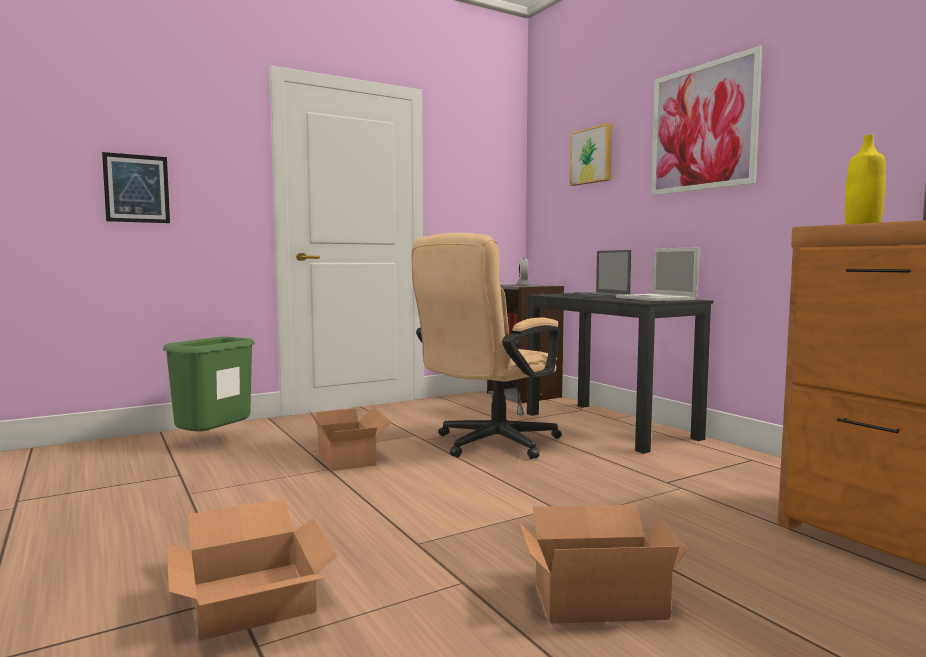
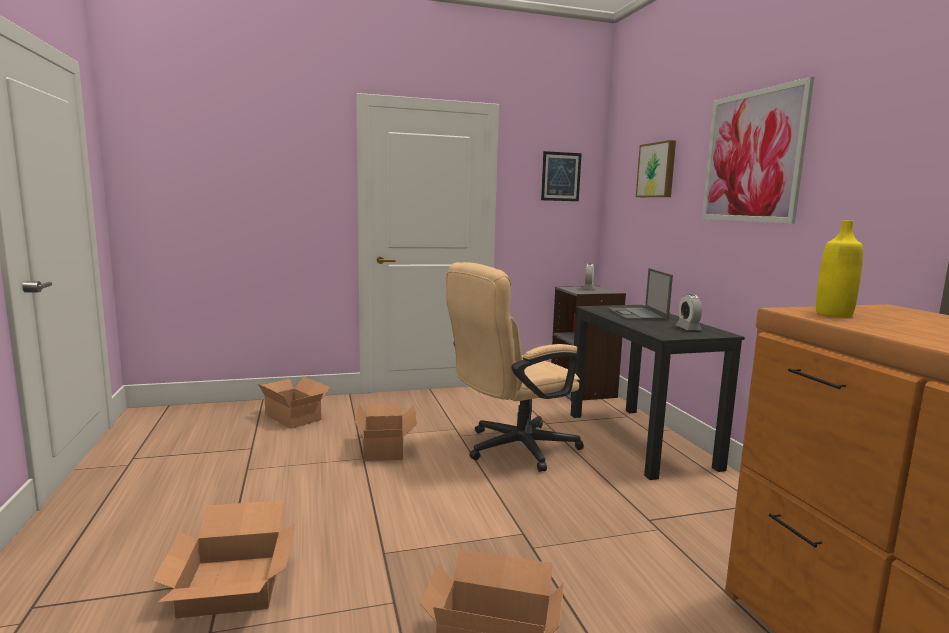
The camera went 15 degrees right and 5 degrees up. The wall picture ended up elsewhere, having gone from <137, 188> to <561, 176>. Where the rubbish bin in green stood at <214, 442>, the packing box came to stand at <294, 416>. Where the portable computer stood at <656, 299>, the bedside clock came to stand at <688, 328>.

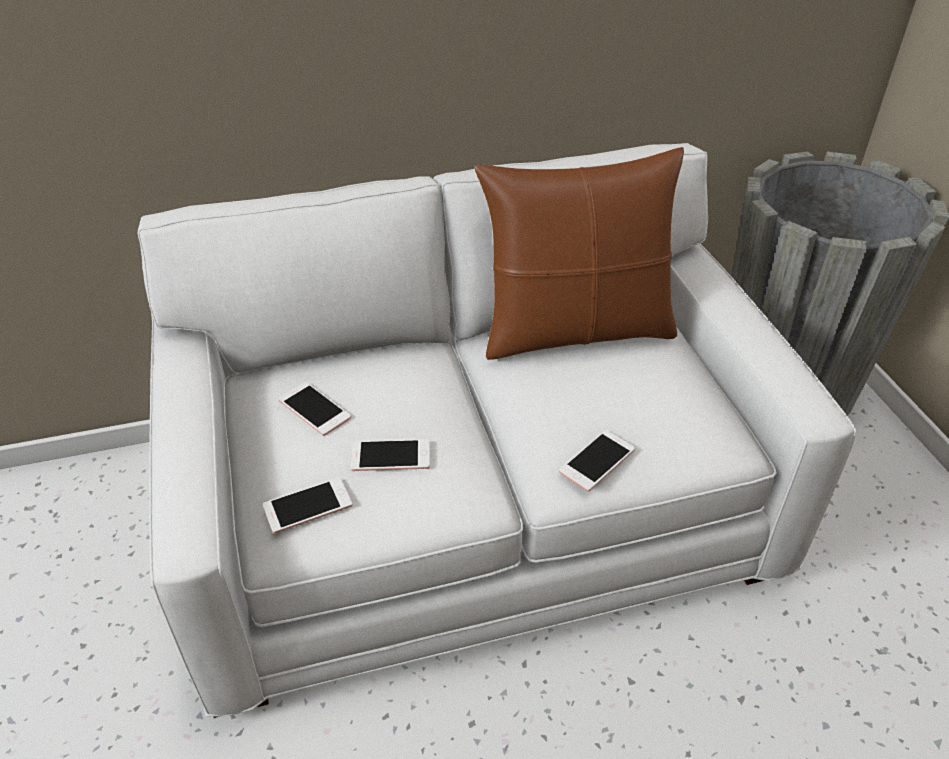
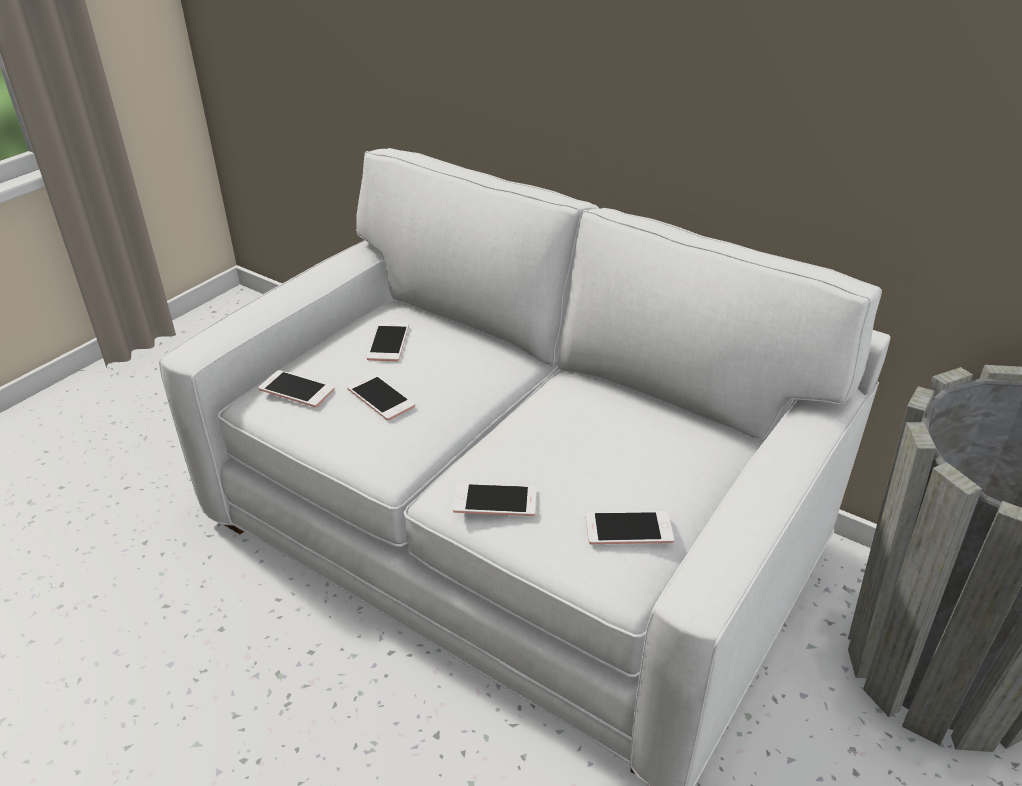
The camera went 50 degrees right and 5 degrees down. The second view lost the cushion in brownish at <575, 331>. The second view gained the phone at <629, 529>.

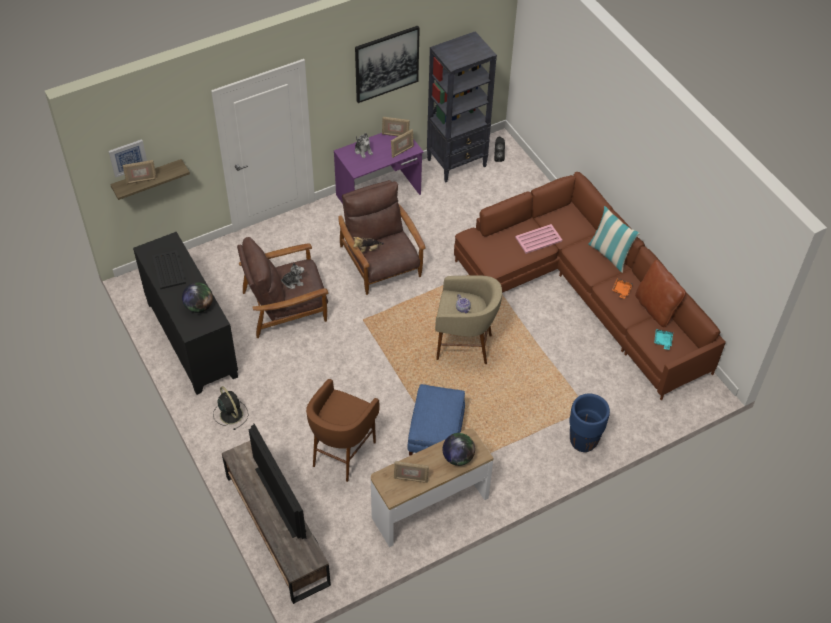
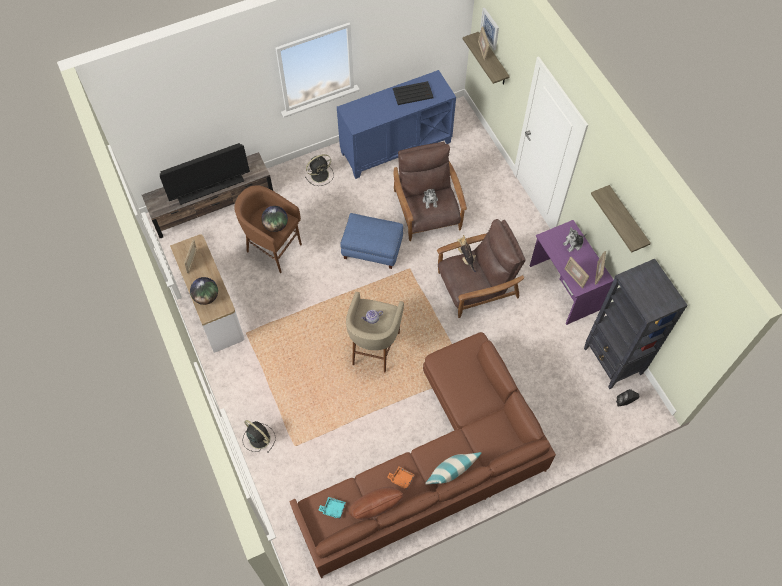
The camera went 95 degrees right and 10 degrees up. The second view lost the serving tray in pink-coloured at <539, 239>. The globe ended up elsewhere, having gone from <199, 307> to <276, 225>. The footrest in bluish ended up elsewhere, having gone from <436, 433> to <372, 249>. Where the wall picture hung at <386, 63>, the shelf came to hang at <627, 219>. Where the plant pot in bluish stood at <583, 441>, the electric fan in black-coloured came to stand at <258, 438>. What was the cupboard in black-coloured at <191, 339> turned into the cupboard in bluish at <396, 147>.

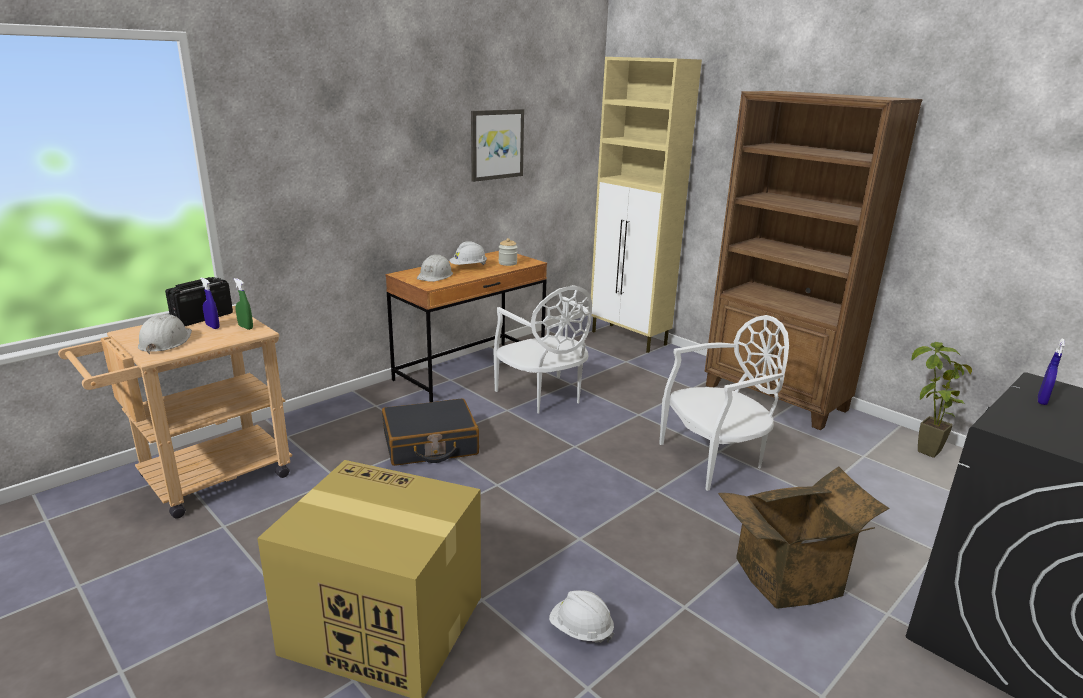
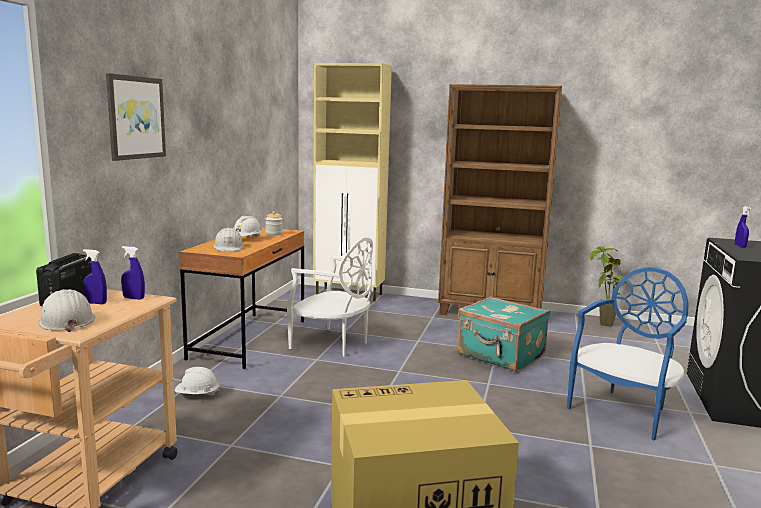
The camera went 30 degrees left and 10 degrees down. The second view lost the suitcase in black-coloured at <430, 445>. The wall picture ended up elsewhere, having gone from <496, 144> to <135, 117>. The work helmet in white ended up elsewhere, having gone from <580, 630> to <197, 395>. Where the plain chair in white stood at <715, 459>, the suitcase in turquoise-coloured came to stand at <500, 356>. Where the packing box stood at <788, 580>, the plain chair in bluish came to stand at <624, 411>. What was the sprayer in green at <245, 327> turned into the sprayer in bluish at <133, 298>.

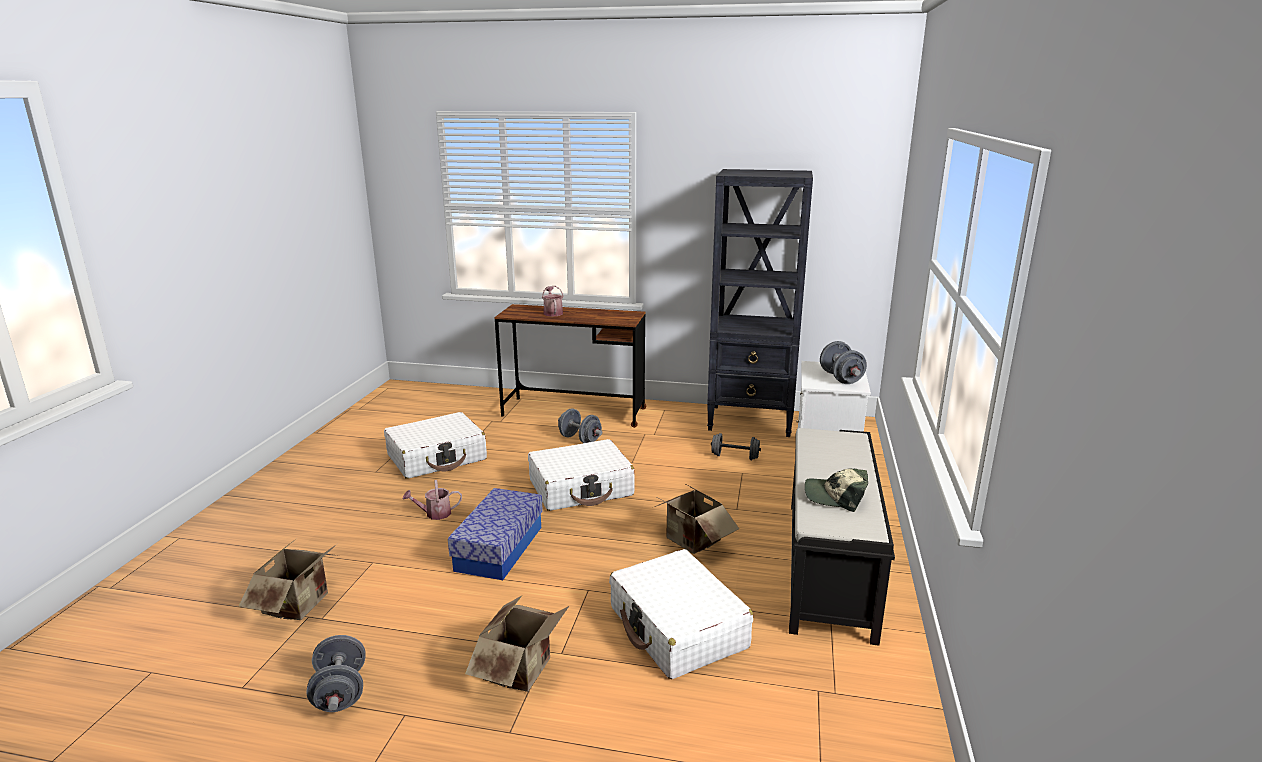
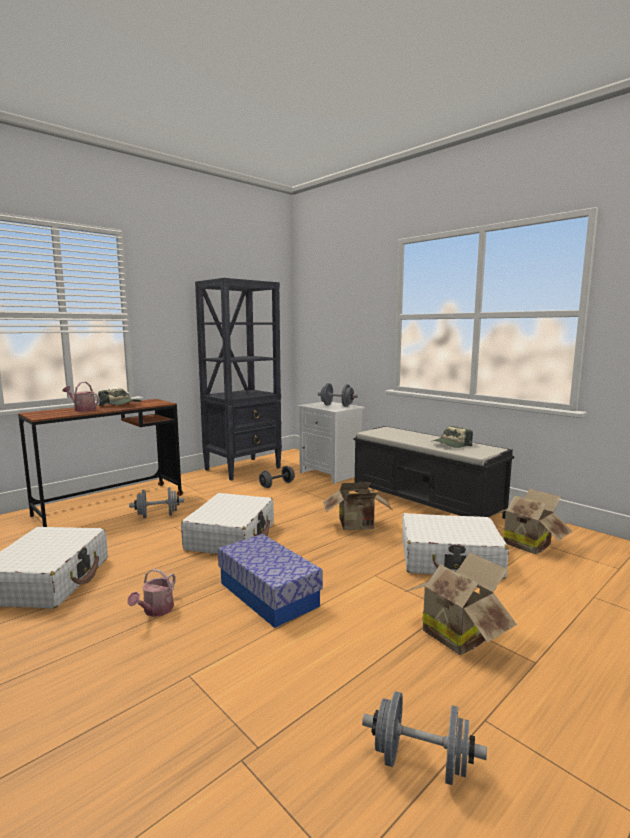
The camera went 55 degrees left and 10 degrees down. The second view gained the baseball cap at <121, 405>. The packing box ended up elsewhere, having gone from <301, 604> to <527, 543>.

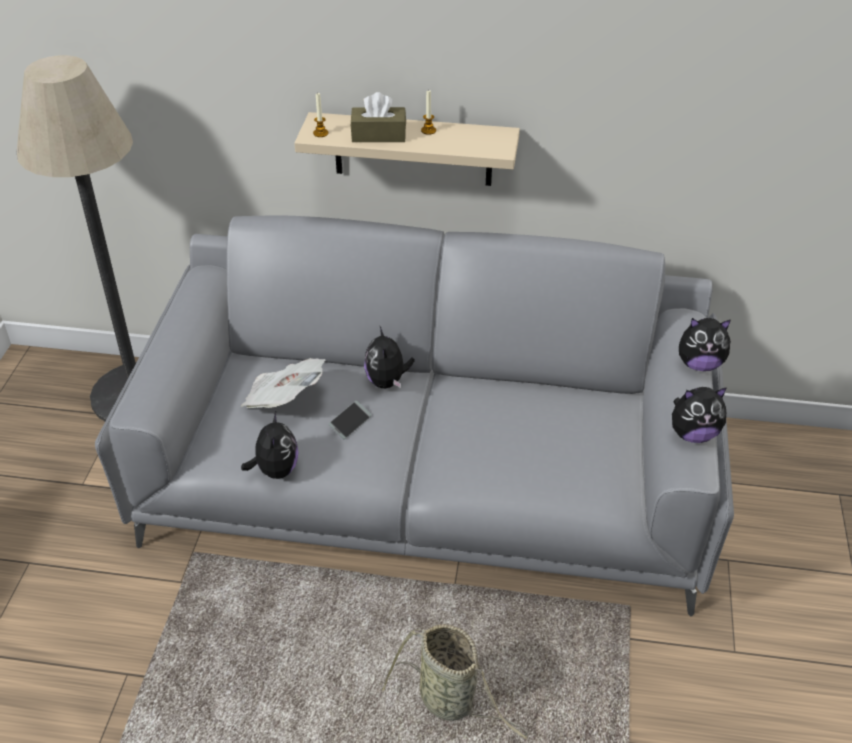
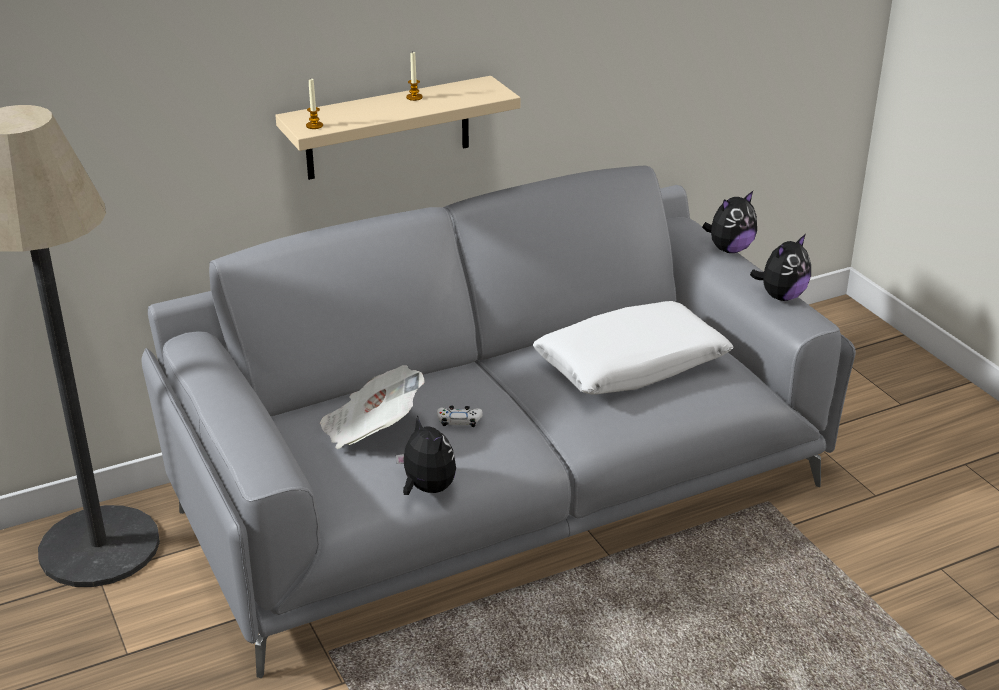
The camera went 35 degrees left and 10 degrees down. The second view lost the tissue box in brownish at <378, 135>. The second view lost the cuddly toy at <387, 382>. The second view lost the basket at <450, 702>. The second view gained the cushion in white at <631, 365>. Where the phone stood at <350, 423>, the joypad in white came to stand at <459, 421>.

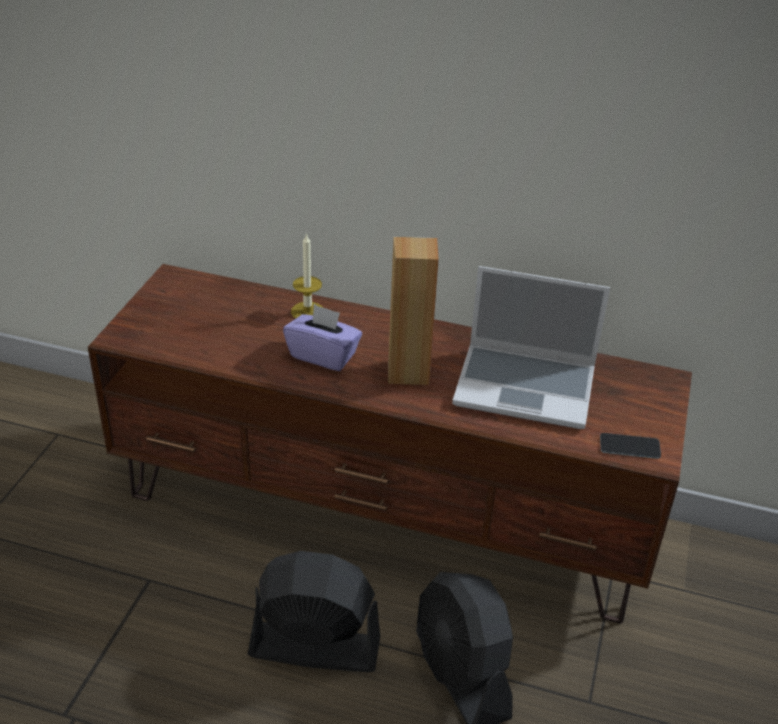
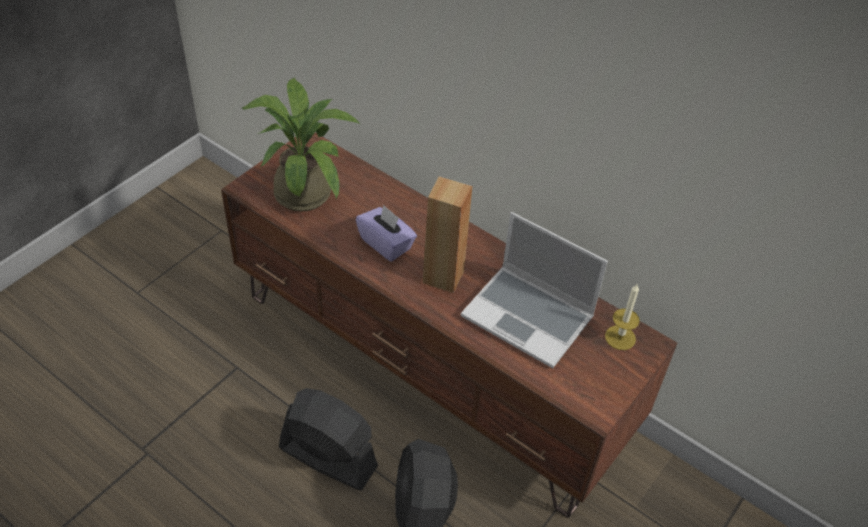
The camera went 20 degrees right and 10 degrees up. The second view lost the phone at <629, 446>. The second view gained the potted plant at <304, 189>. The wax candle ended up elsewhere, having gone from <307, 311> to <620, 337>.

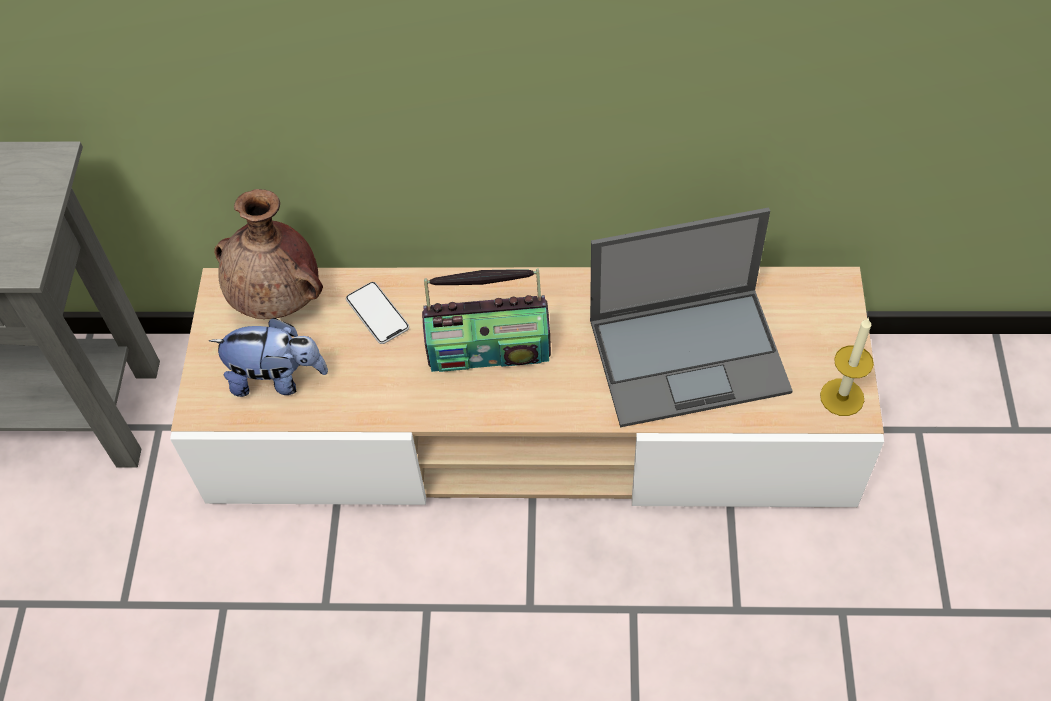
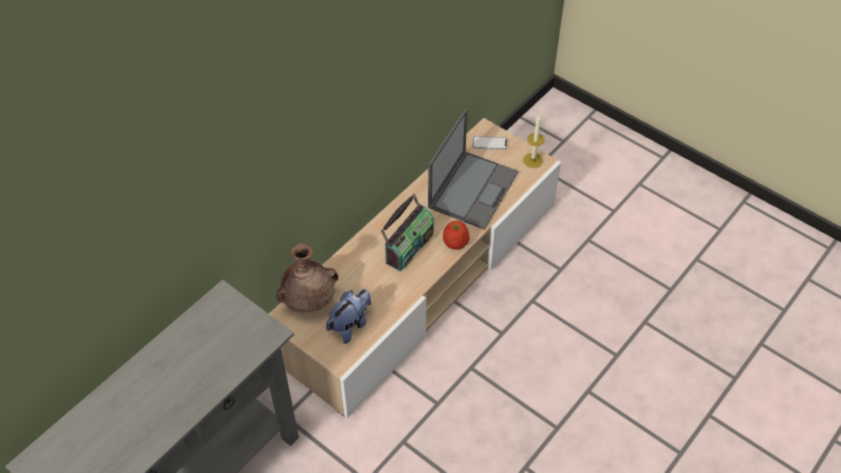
The camera went 55 degrees left and 5 degrees down. The second view gained the whole apple at <456, 241>. The phone ended up elsewhere, having gone from <377, 314> to <489, 143>.

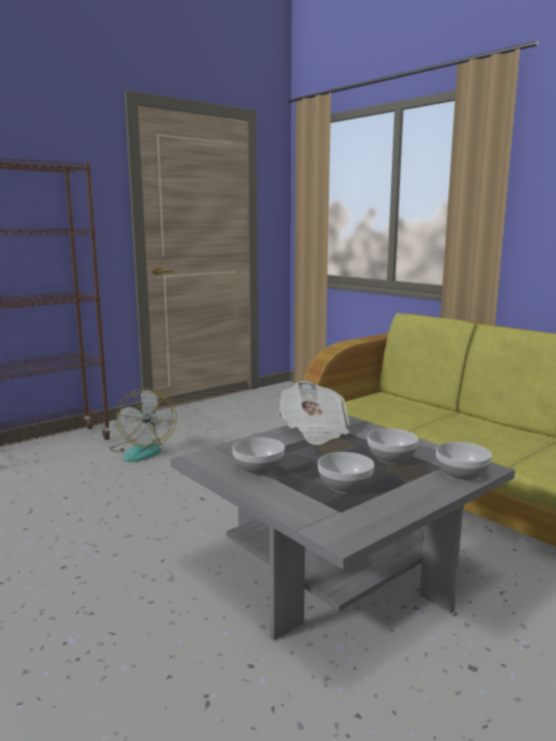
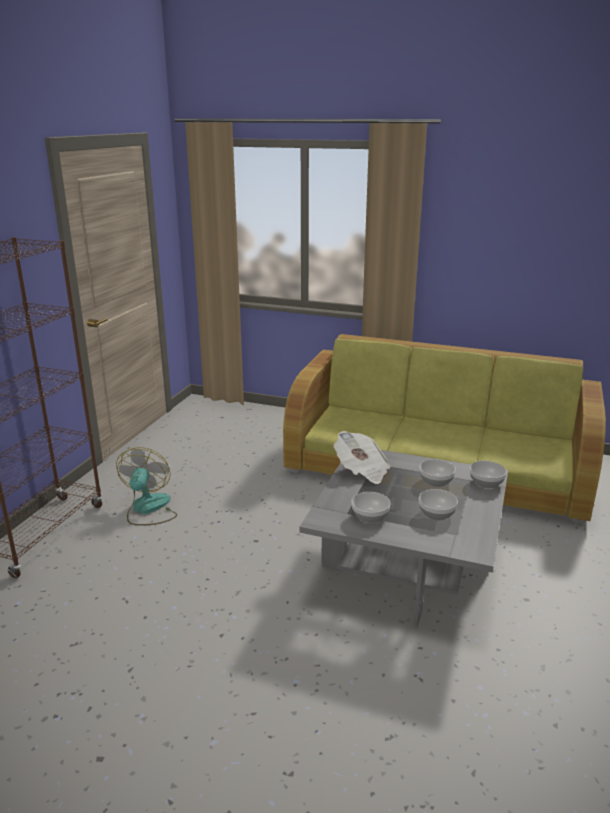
The camera went 30 degrees left and 10 degrees up. The electric fan at <142, 450> ended up facing another way, 135 degrees counterclockwise from before.

